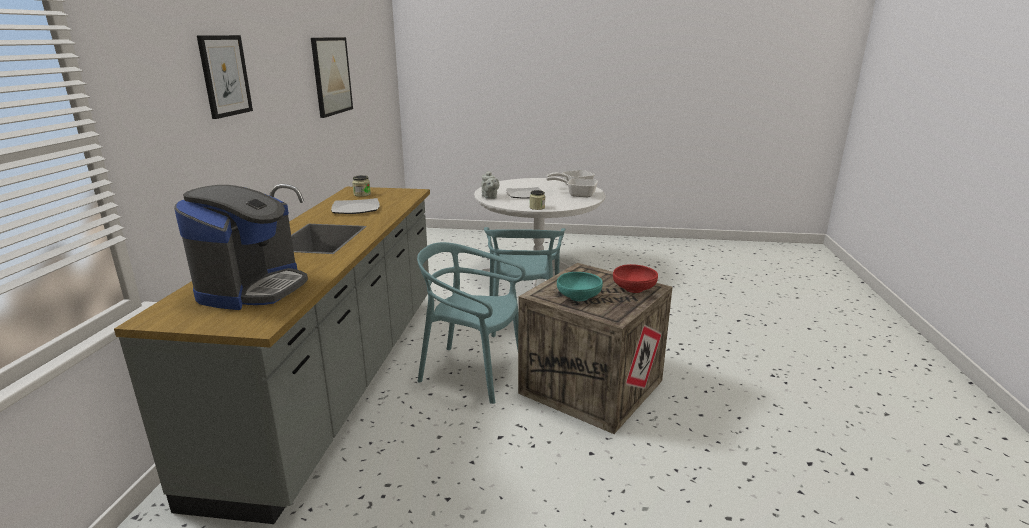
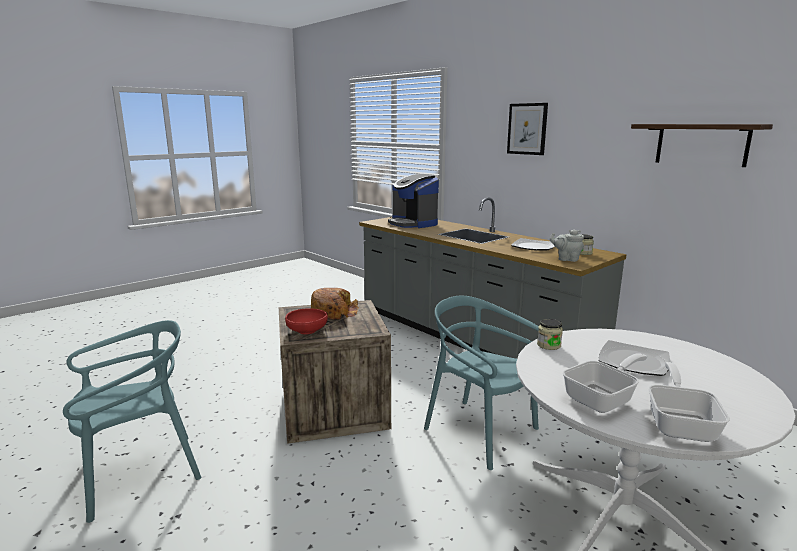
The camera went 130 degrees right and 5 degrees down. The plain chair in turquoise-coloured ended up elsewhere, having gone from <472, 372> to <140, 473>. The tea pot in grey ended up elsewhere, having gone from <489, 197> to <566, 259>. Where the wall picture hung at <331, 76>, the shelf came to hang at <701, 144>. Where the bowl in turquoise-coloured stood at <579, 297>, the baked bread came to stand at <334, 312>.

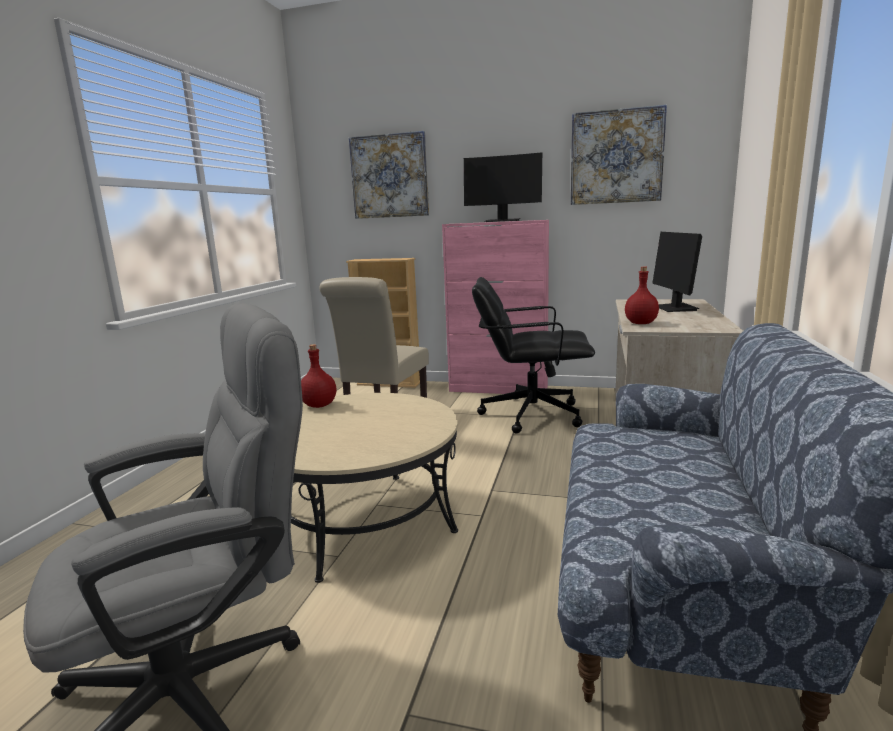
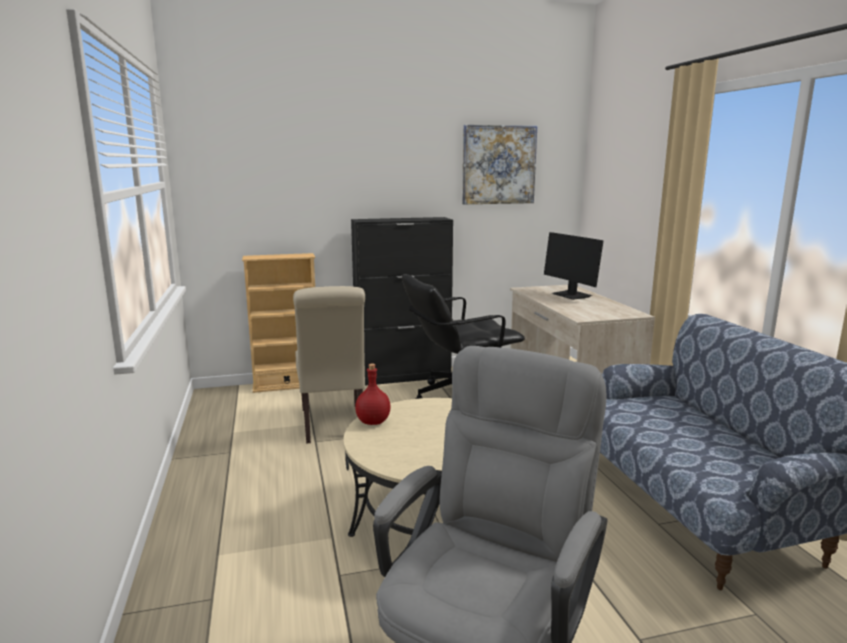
The camera went 30 degrees left and 0 degrees up. The second view lost the wall picture at <389, 176>. The second view lost the computer screen at <502, 221>. The second view lost the bottle in red at <641, 323>. What was the cupboard in pink-coloured at <499, 389> turned into the cupboard in black-coloured at <404, 376>.

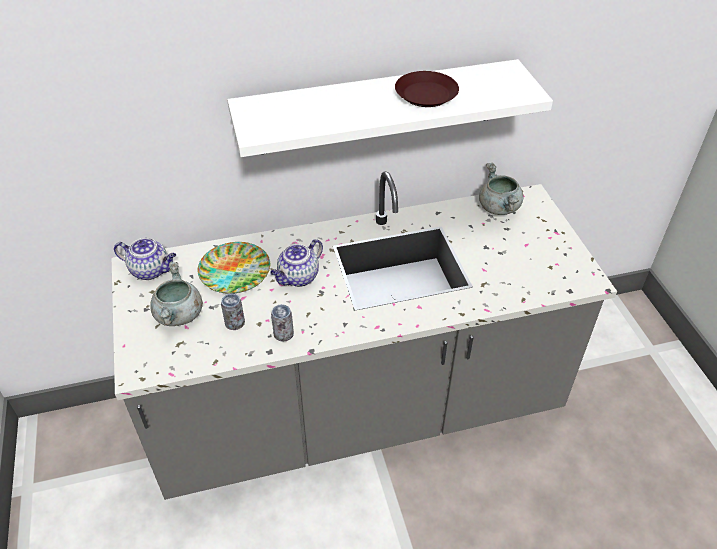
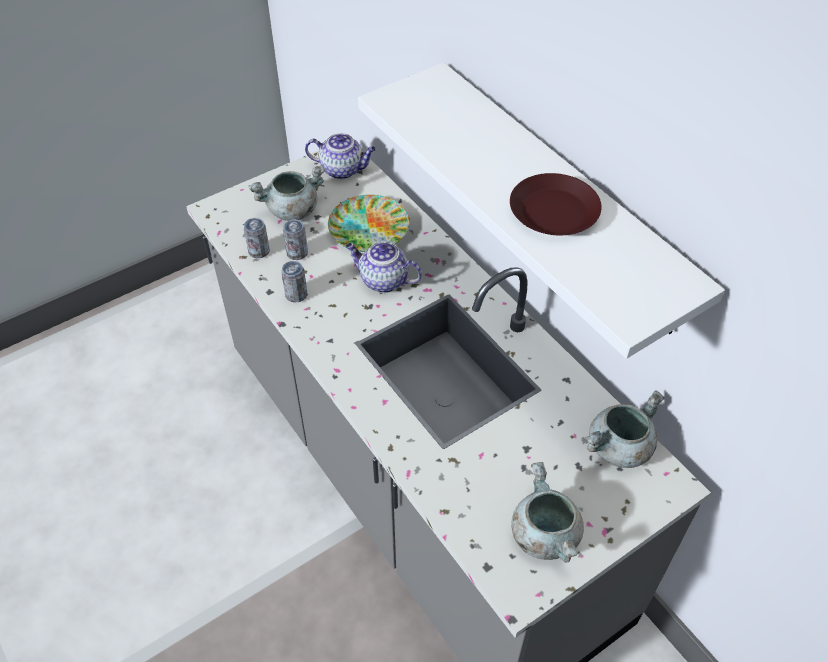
The camera went 70 degrees right and 5 degrees up. The second view gained the can at <259, 251>. The second view gained the saucepot in grey at <544, 535>. The tea pot at <151, 270> ended up facing another way, 75 degrees counterclockwise from before.

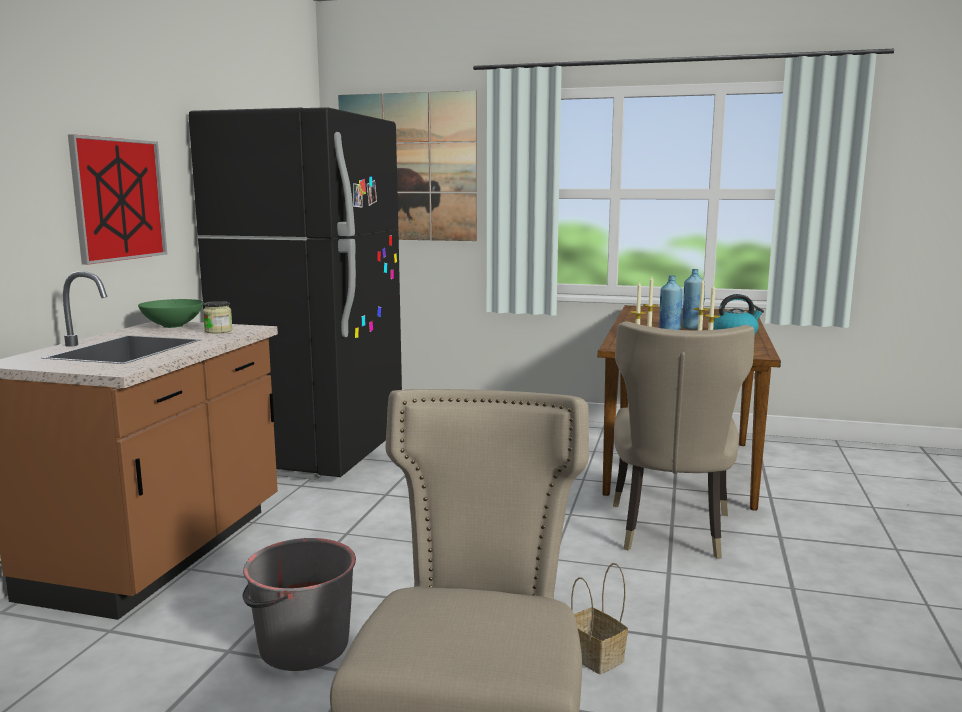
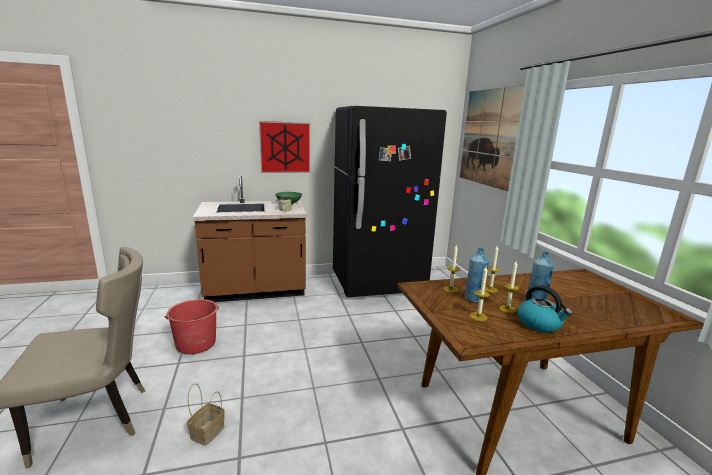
The camera went 60 degrees right and 5 degrees up. The second view lost the plain chair in beige at <670, 532>. What was the pail in grey at <302, 646> turned into the pail in red at <196, 343>.

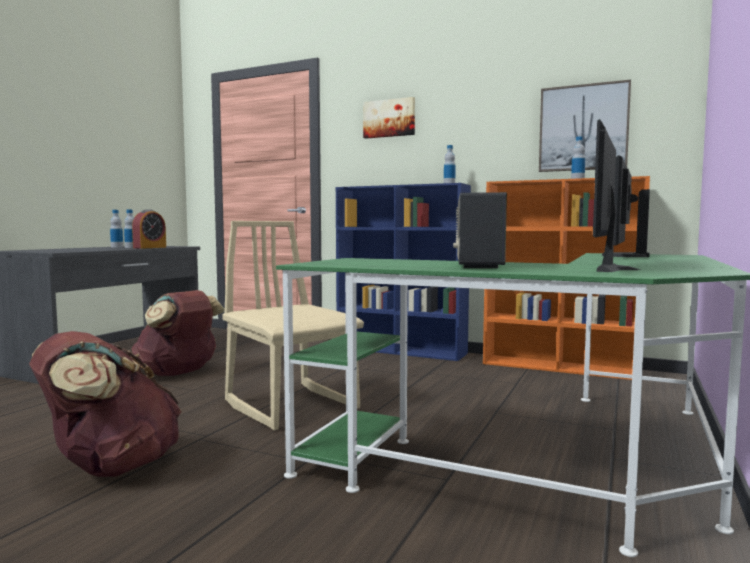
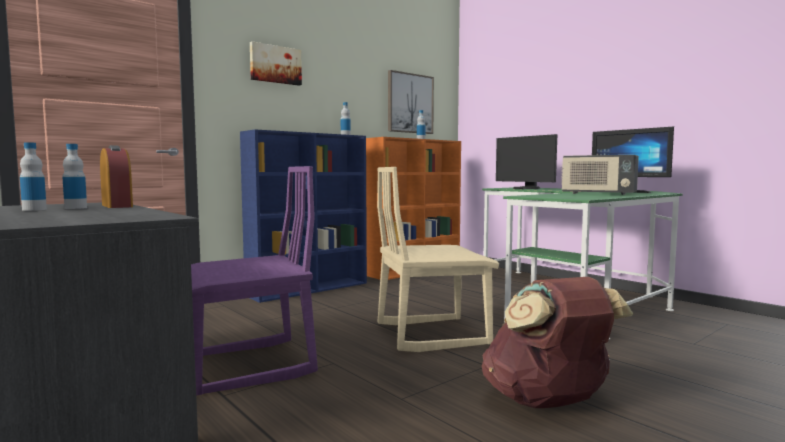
The camera went 65 degrees left and 0 degrees up. Where the knapsack in brownish stood at <178, 373>, the plain chair in purple came to stand at <249, 366>.

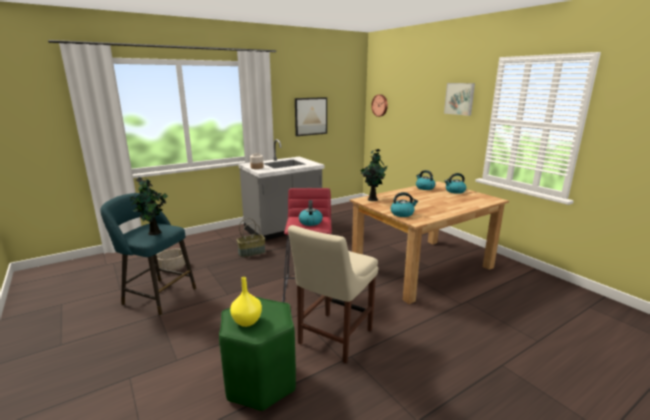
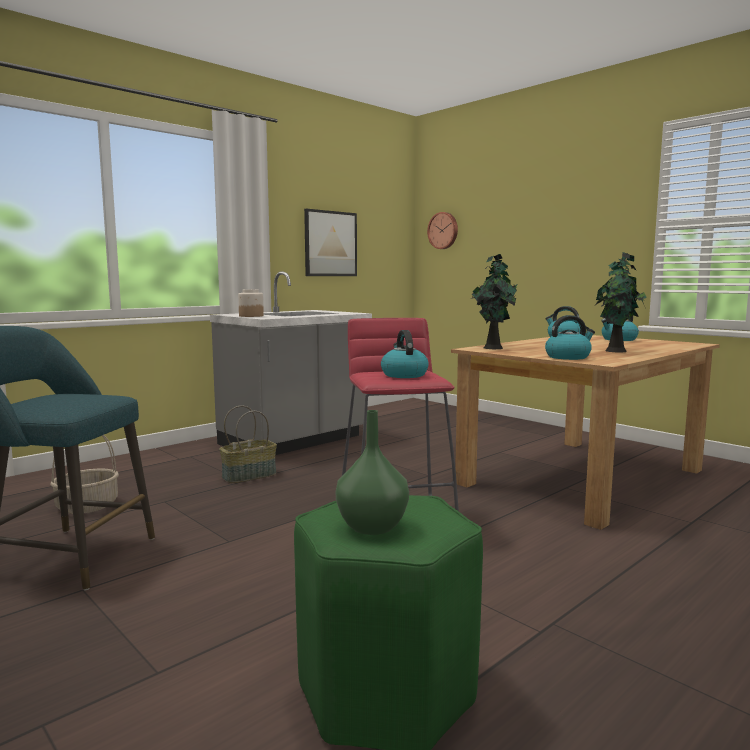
The camera went 10 degrees left and 10 degrees down. The second view lost the plain chair in beige at <333, 338>. The second view lost the wall picture at <460, 98>. The potted plant ended up elsewhere, having gone from <154, 233> to <617, 351>. What was the vase in yellow at <247, 321> turned into the vase in green at <374, 527>.

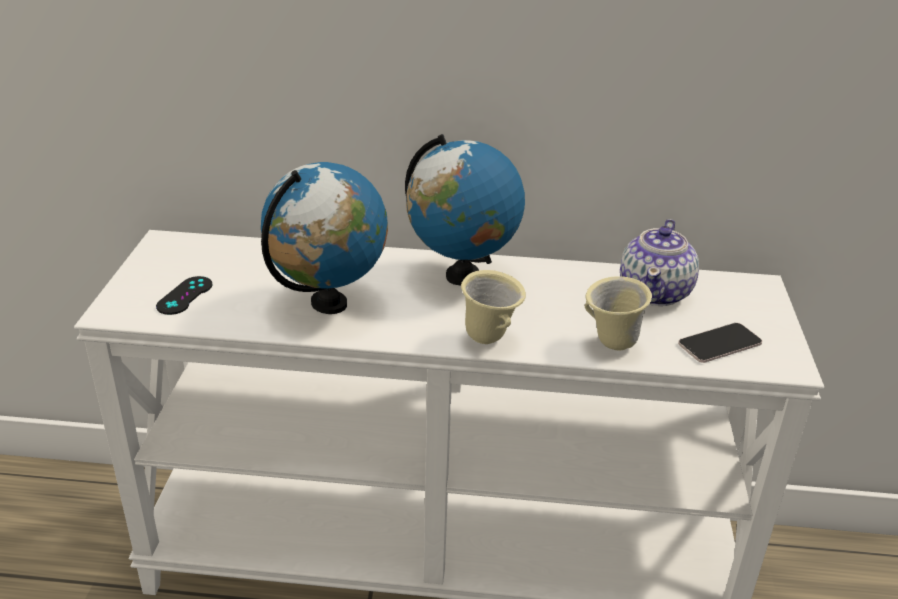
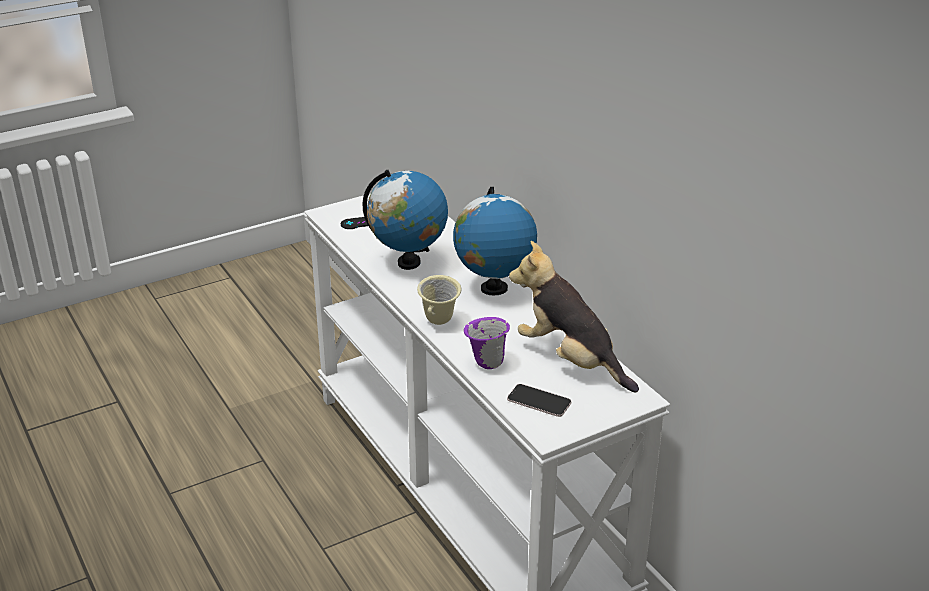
The camera went 55 degrees right and 0 degrees up. Where the tea pot stood at <656, 292>, the cuddly toy came to stand at <570, 360>. What was the coffee mug in beige at <611, 345> turned into the coffee mug in purple at <486, 363>.

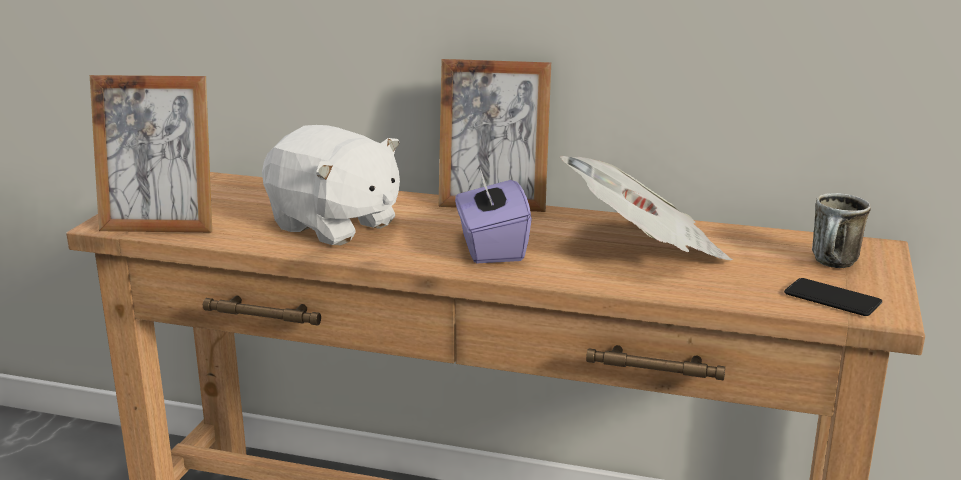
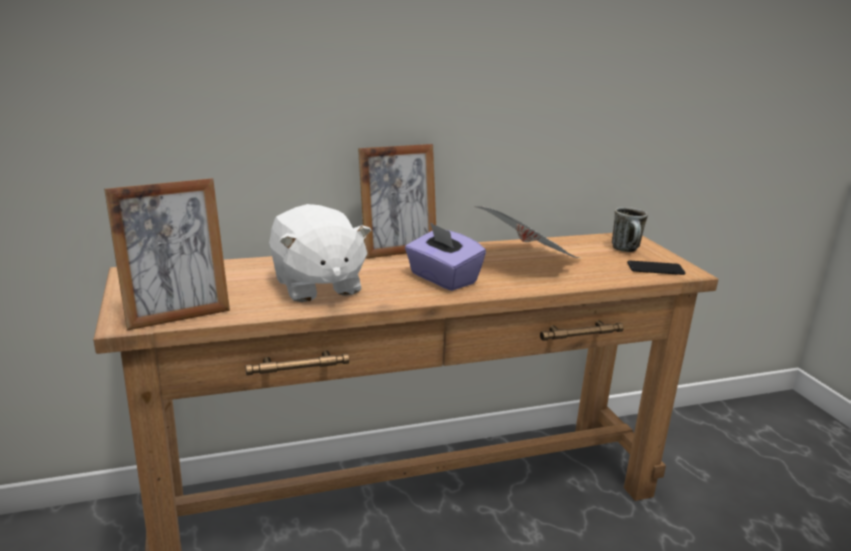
The camera went 35 degrees left and 0 degrees up. The cuddly toy in white at <334, 226> ended up facing another way, 60 degrees clockwise from before.

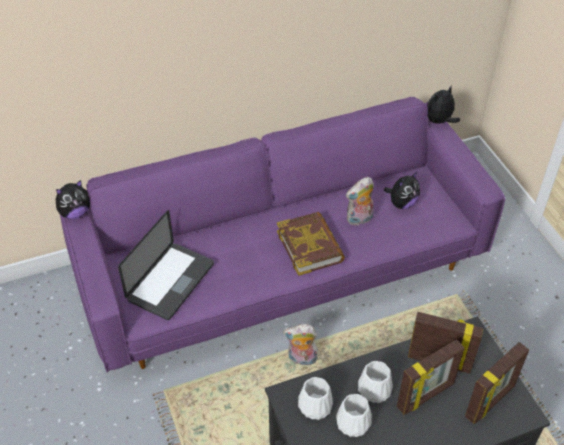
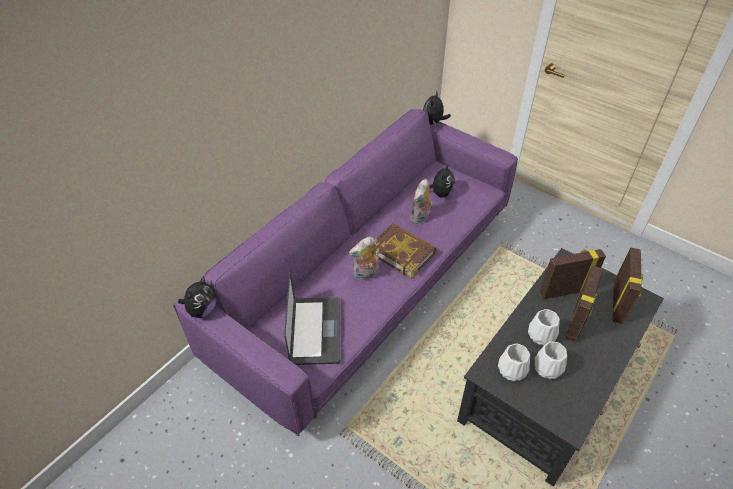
The camera went 30 degrees left and 0 degrees up. The cuddly toy ended up elsewhere, having gone from <301, 359> to <365, 274>.

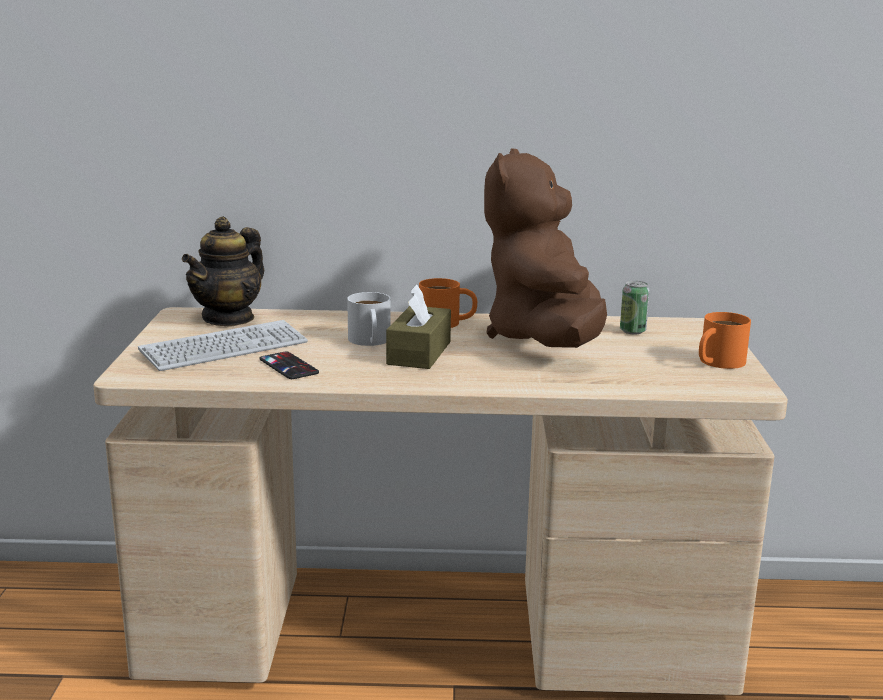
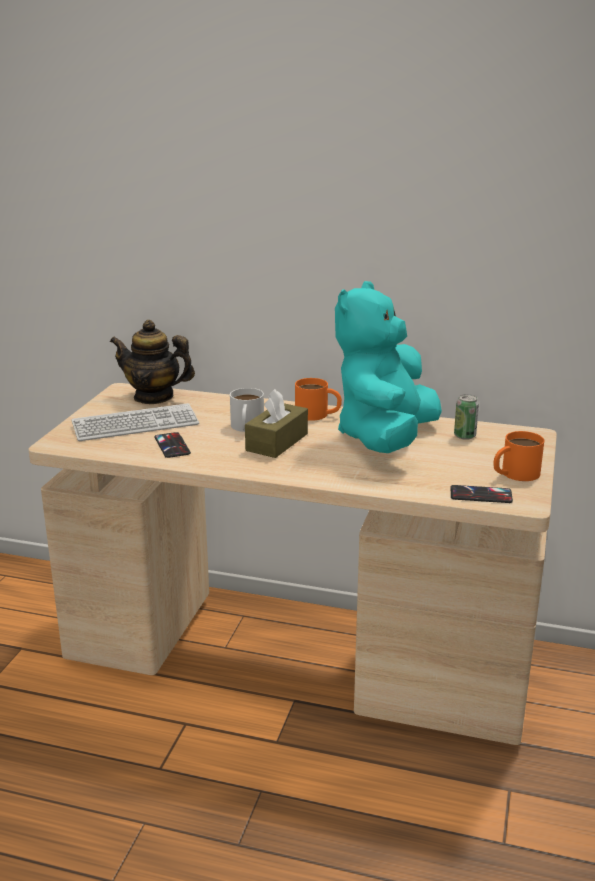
The camera went 15 degrees right and 5 degrees up. The second view gained the phone at <481, 495>. What was the cuddly toy in brownish at <545, 340> turned into the cuddly toy in turquoise-coloured at <385, 439>. The tea pot at <228, 318> ended up facing another way, 60 degrees clockwise from before.

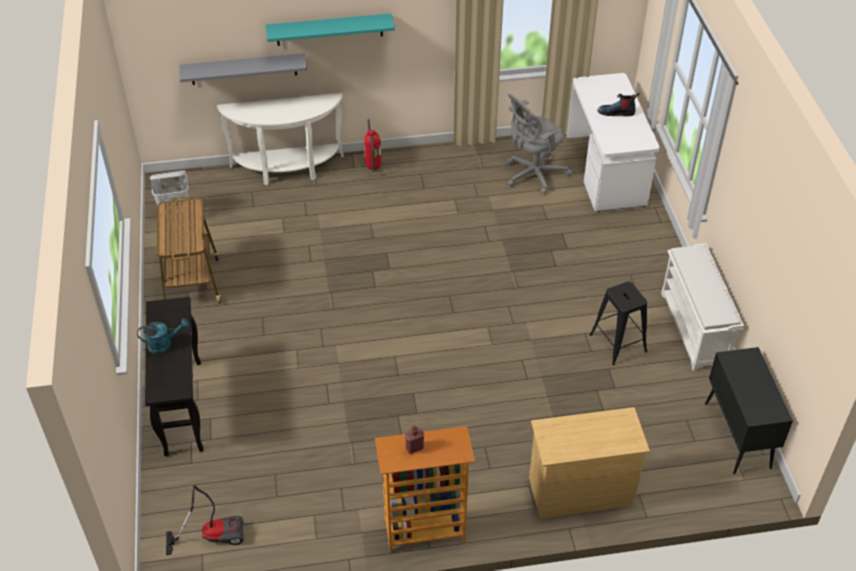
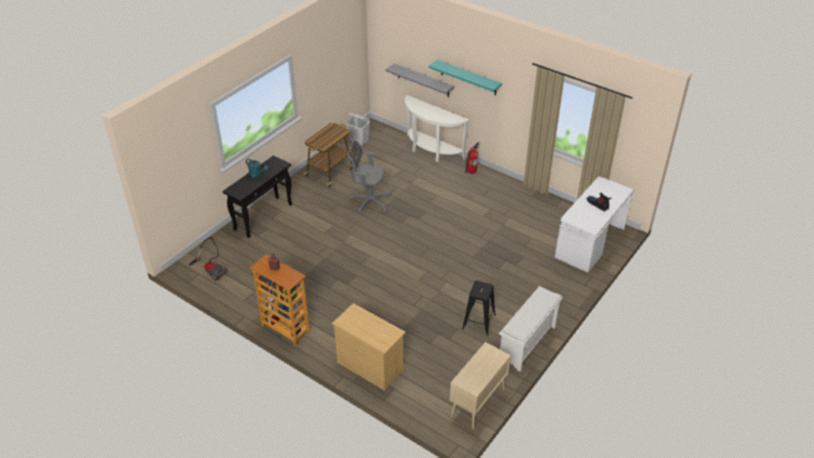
The camera went 45 degrees right and 5 degrees down. The office chair in grey ended up elsewhere, having gone from <533, 175> to <368, 201>. What was the cupboard in black-coloured at <737, 436> turned into the cupboard in beige at <477, 403>.

